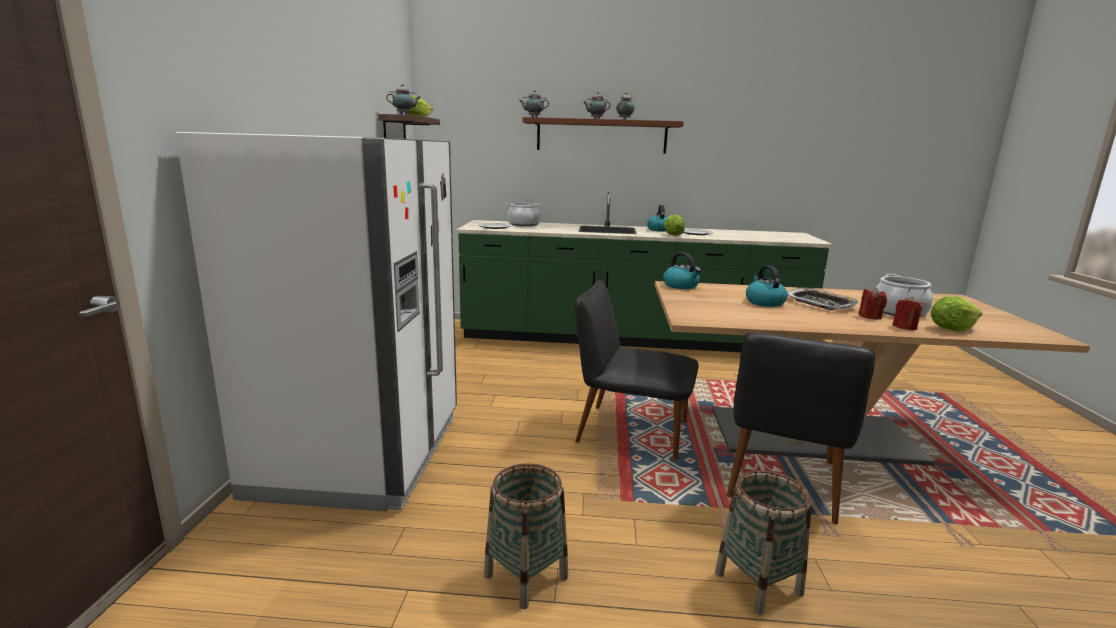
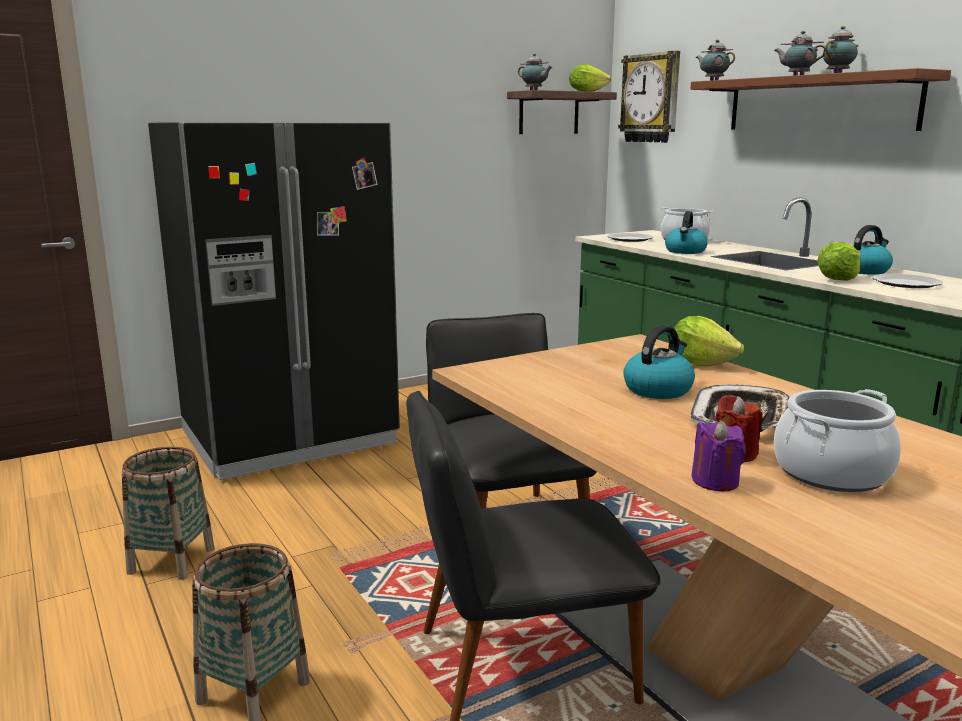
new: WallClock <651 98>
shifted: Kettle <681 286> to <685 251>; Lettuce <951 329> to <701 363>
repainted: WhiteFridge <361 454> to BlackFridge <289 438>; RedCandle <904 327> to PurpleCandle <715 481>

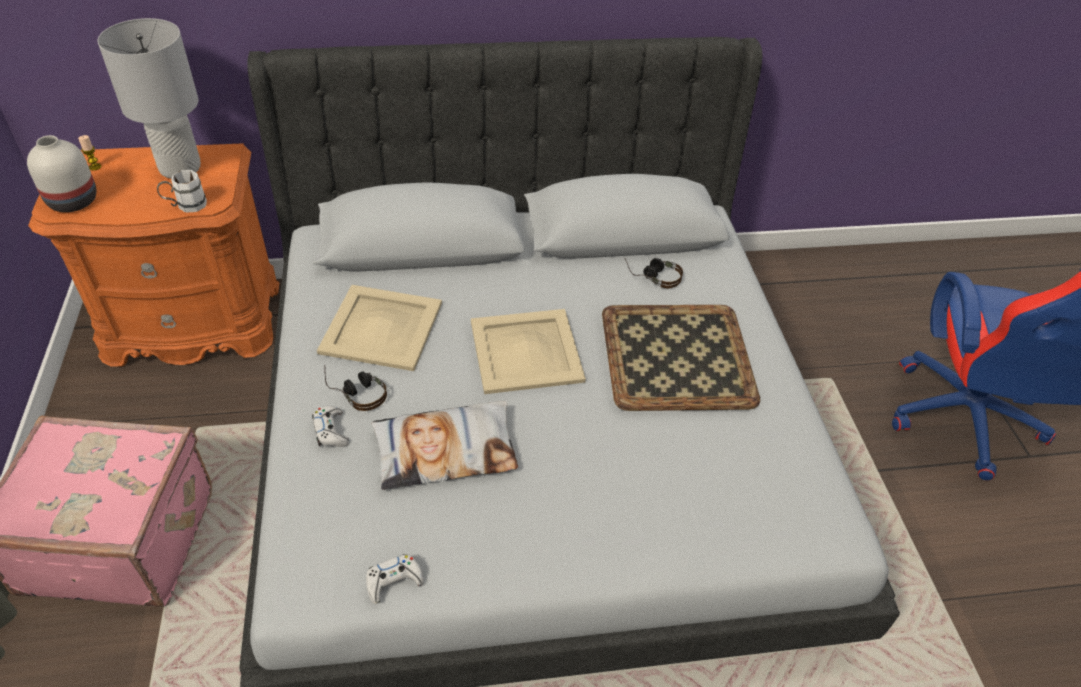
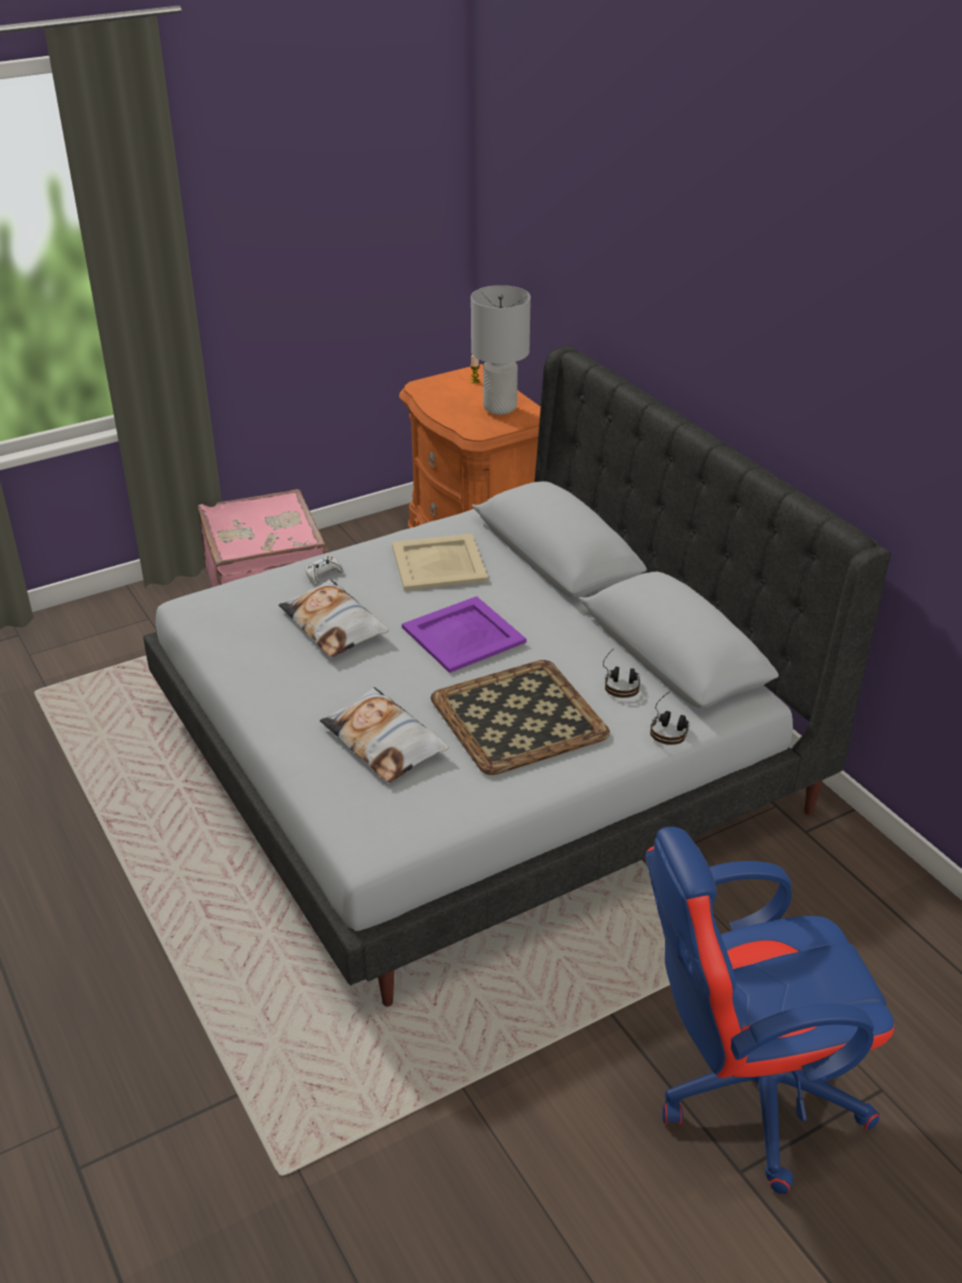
gone: WhiteVase <72 202>; WhiteMug <185 206>; WhiteGameController <394 581>
new: Pillow <384 742>
shifted: Headphones <356 391> to <670 727>
repainted: BeigeTray <527 351> to PurpleTray <463 635>

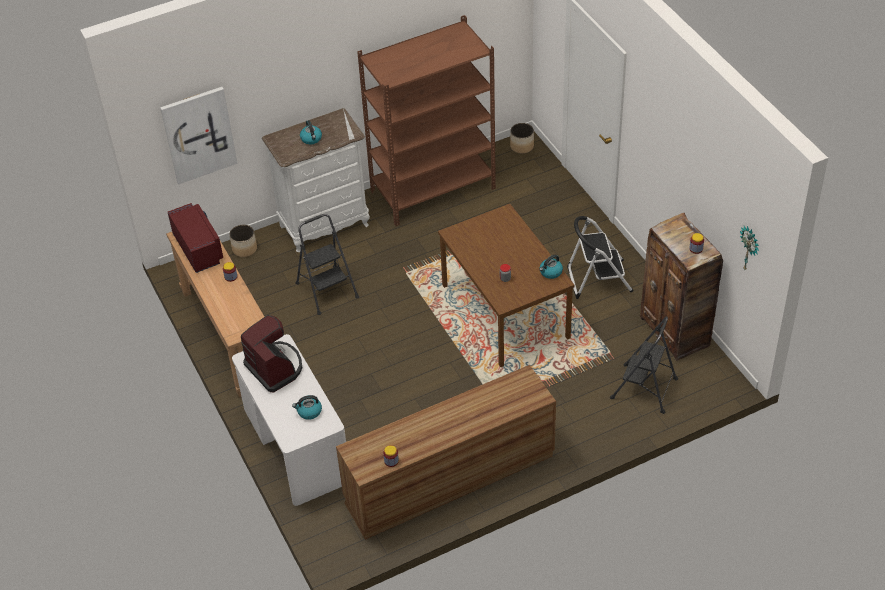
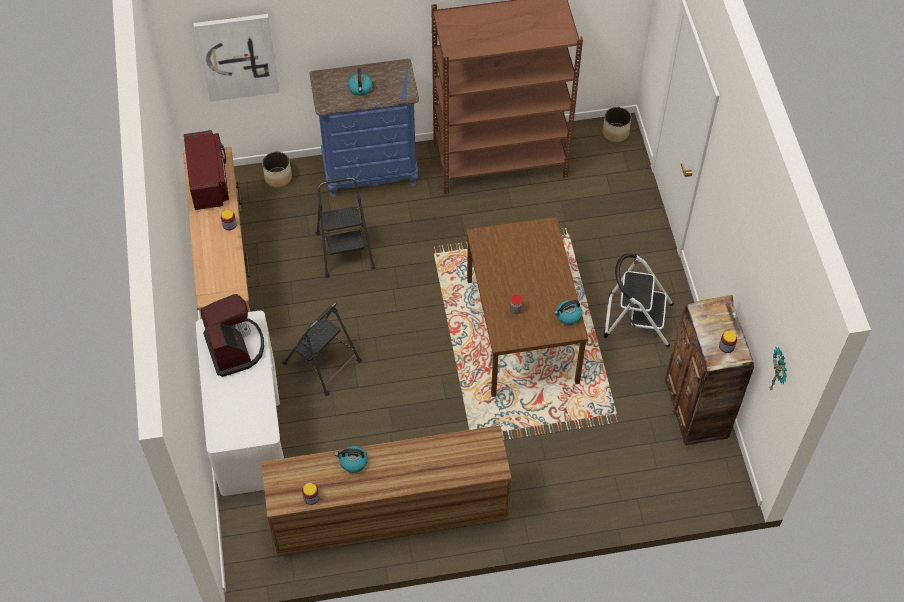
shifted: Kettle <309 412> to <353 462>; BlackStepLadder <646 388> to <323 363>
repainted: WhiteDresser <325 226> to BlueDresser <371 173>

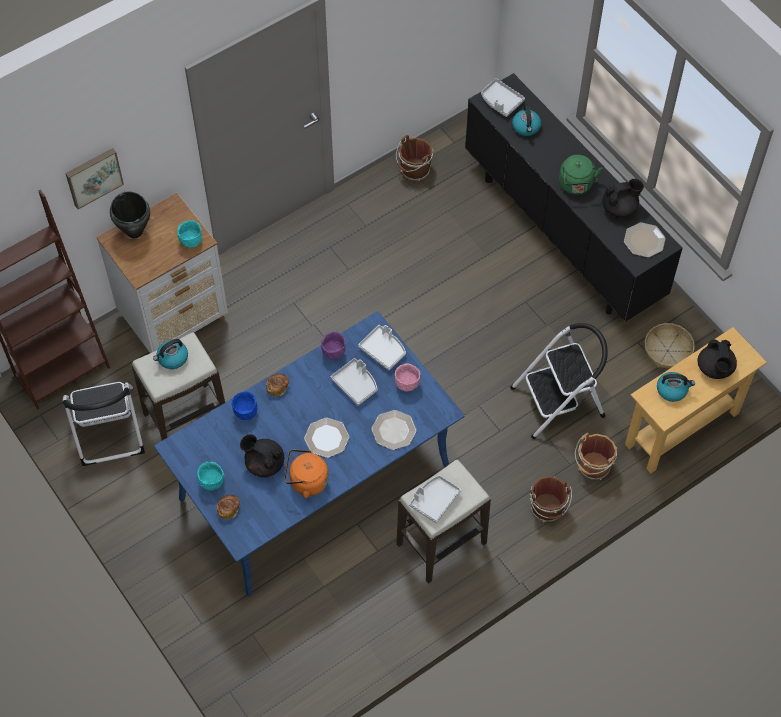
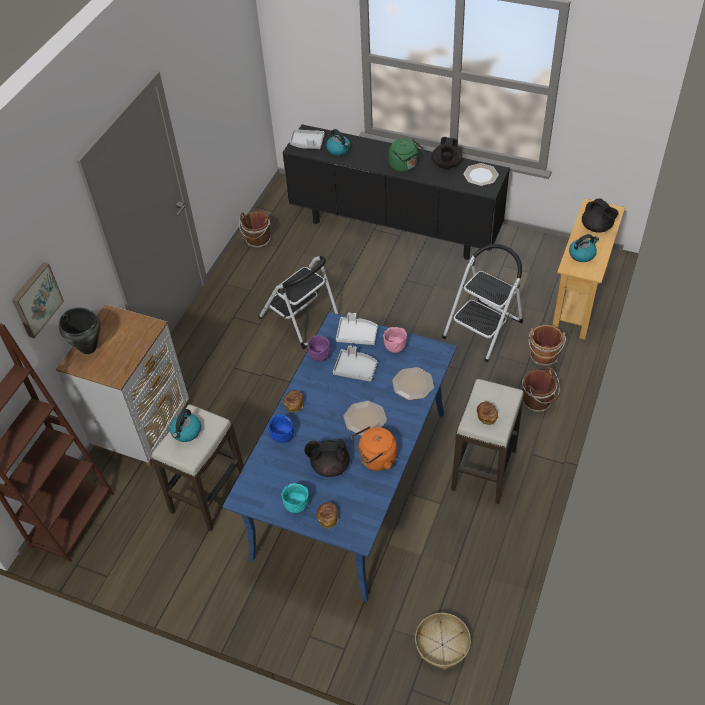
gone: TurquoiseBowl <190 242>
shifted: StepLadder <108 429> to <301 320>; Basket <667 351> to <442 644>
swapped: GreyTray <434 500> to Bread <486 416>
rotated: BlackTeapot <620 208> = <446 165> 150 degrees clockwise

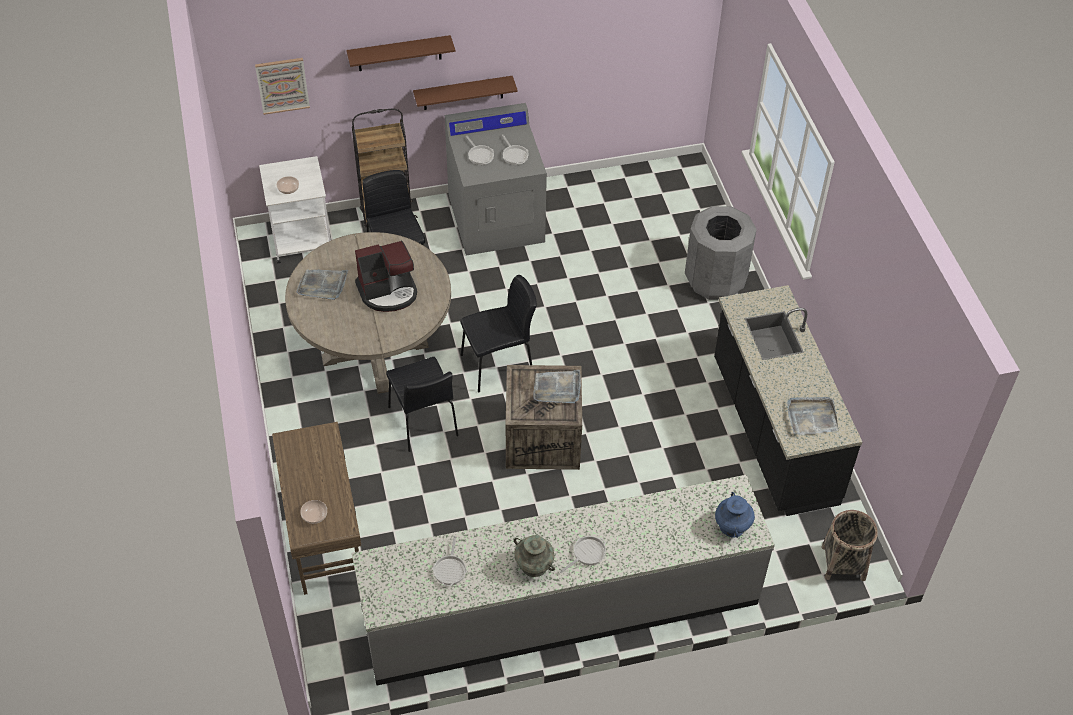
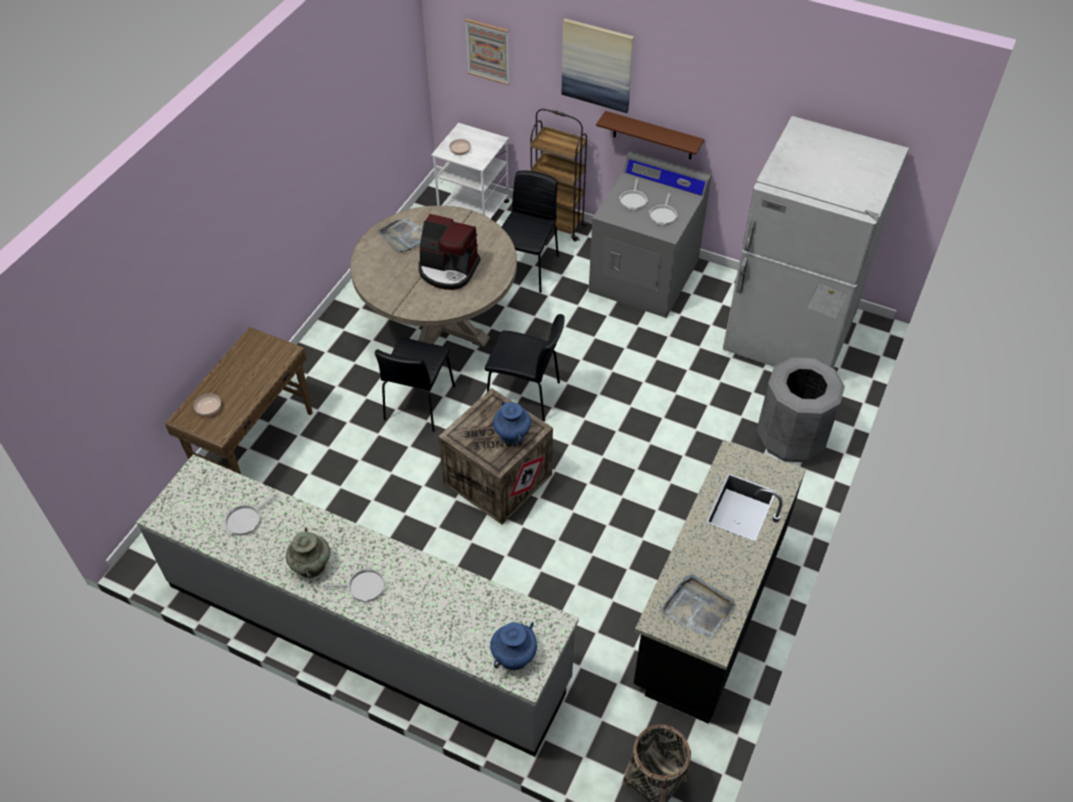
new: WhiteFridge <790 331>
swapped: BrownShelf <399 53> to Picture <597 65>; GreyTray <557 388> to BlueVase <512 434>

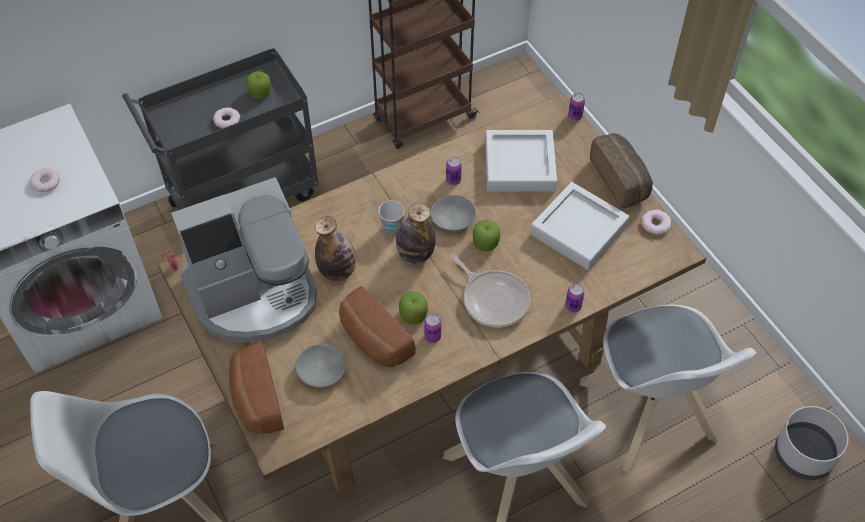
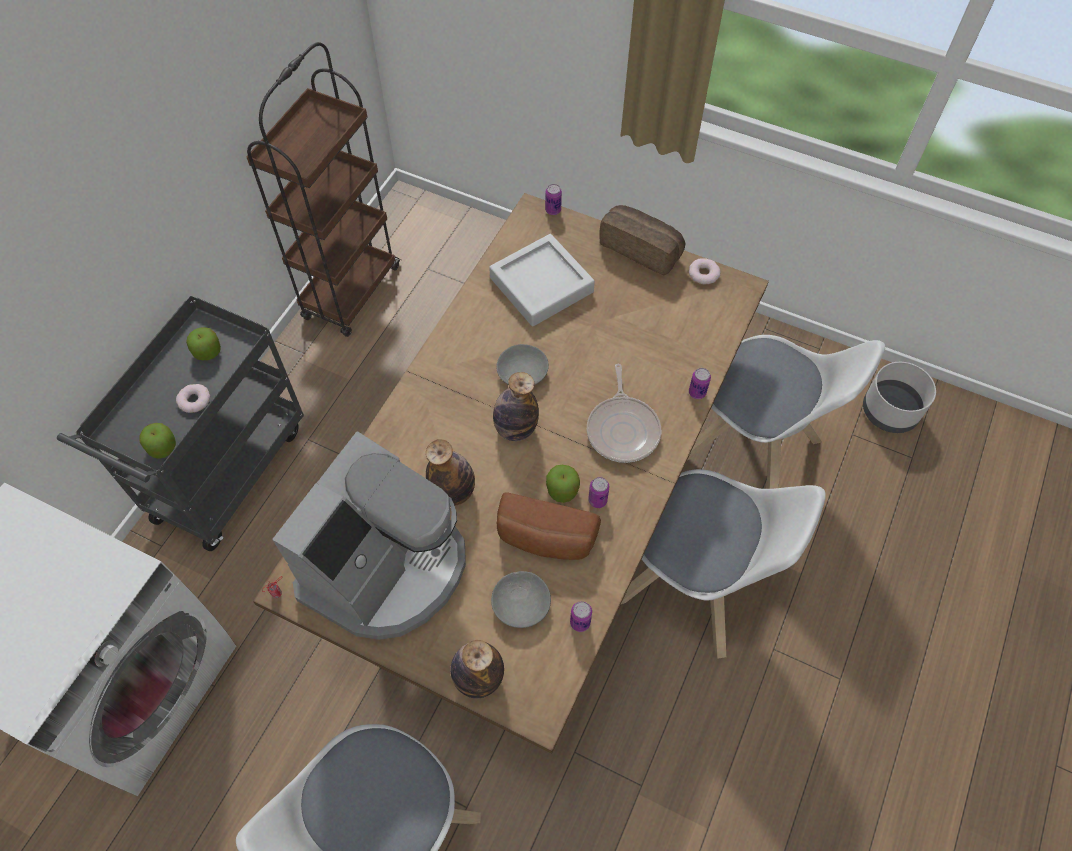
gone: Donut <46 182>; Cup <392 229>; GreyTray <578 230>
shifted: Can <453 180> to <580 622>; Apple <485 243> to <162 447>
swapped: Bread <255 399> to Bottle <478 678>
rotated: FryingPan <493 299> = <623 429> 75 degrees clockwise

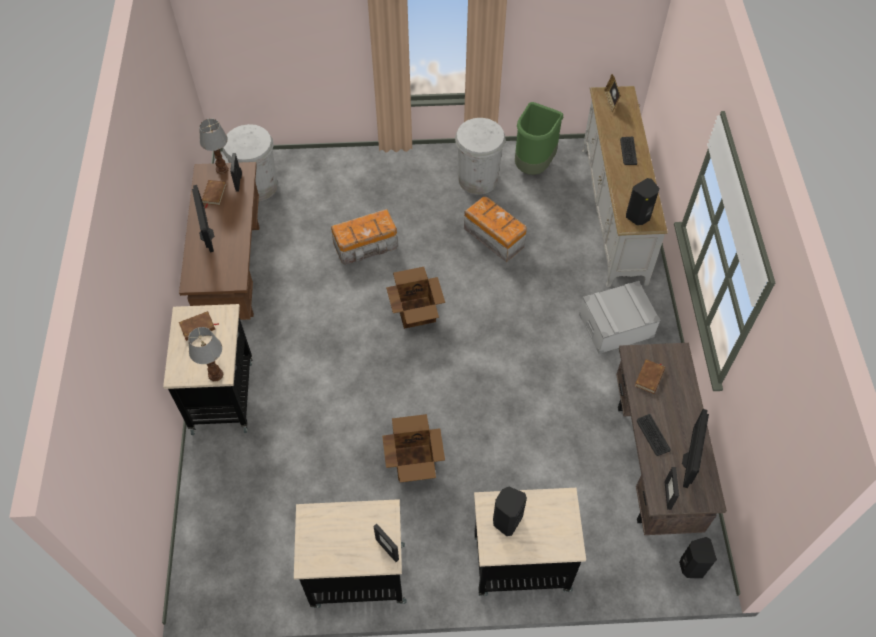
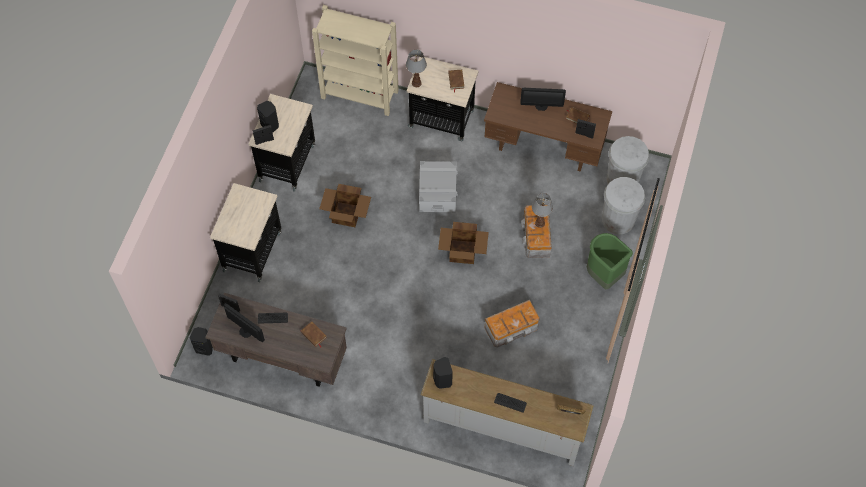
new: BeigeBookcase <360 94>
shifted: TableLamp <222 169> to <539 223>; WhiteTrashCan <478 179> to <618 219>; BlackSpeaker <506 520> to <270 125>; GreenTrashCan <533 165> to <603 275>; GreyStorageBox <616 326> to <437 192>

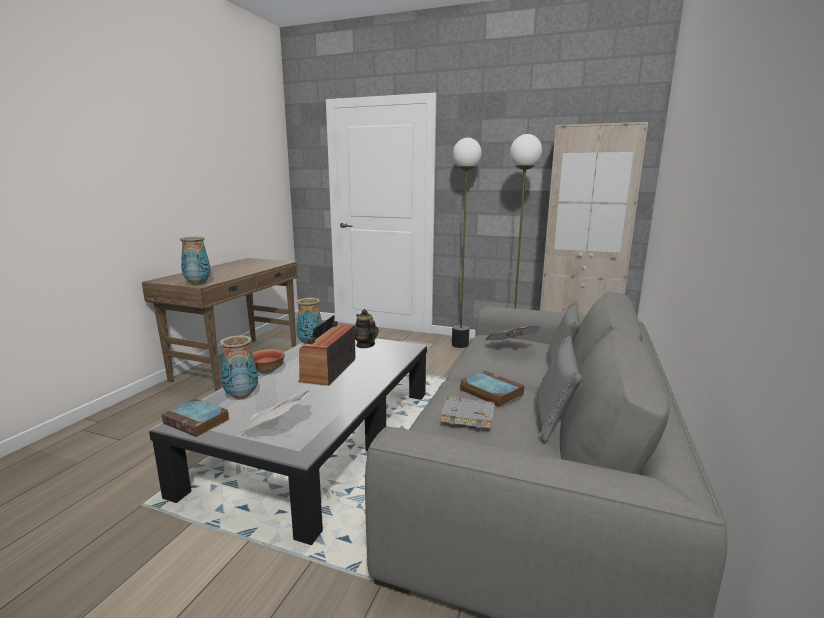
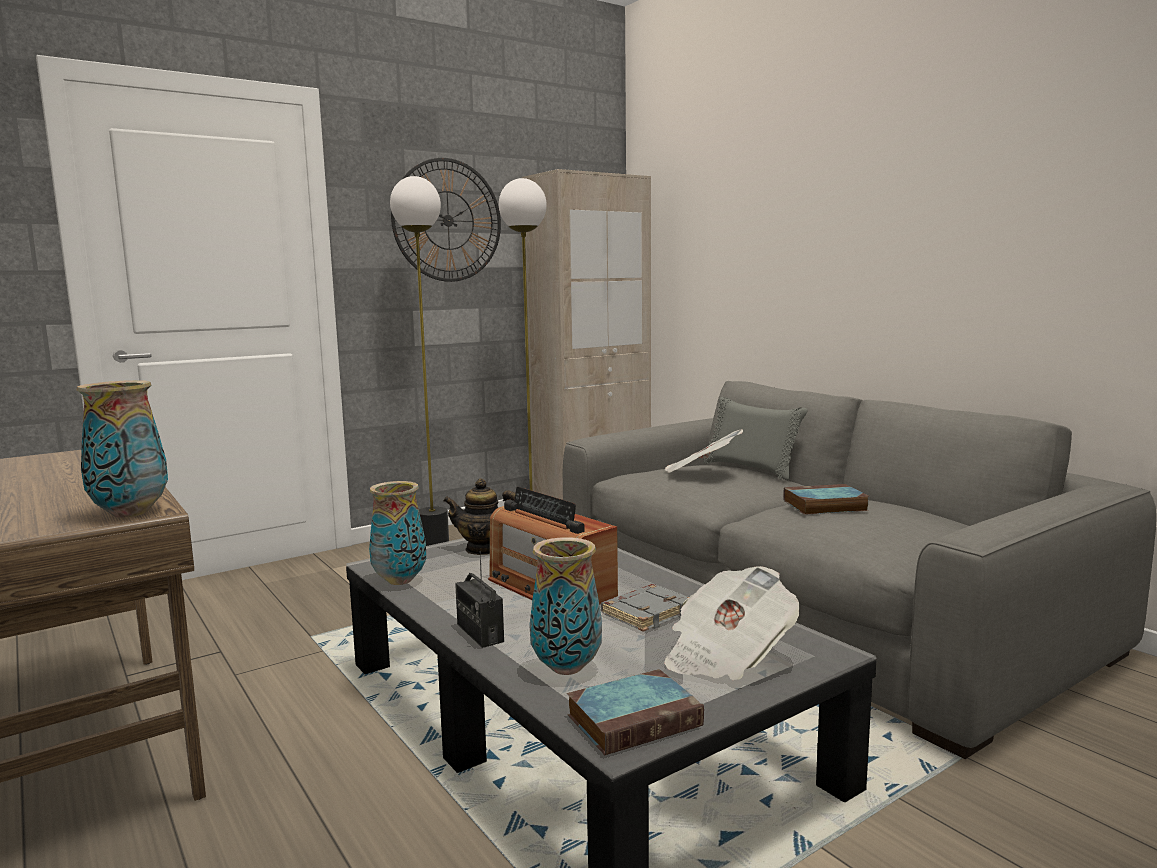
gone: GreyPillow <554 415>
new: WallClock <447 220>
shifted: GreyBook <468 416> to <647 613>
swapped: Bowl <266 371> to Radio <479 633>

